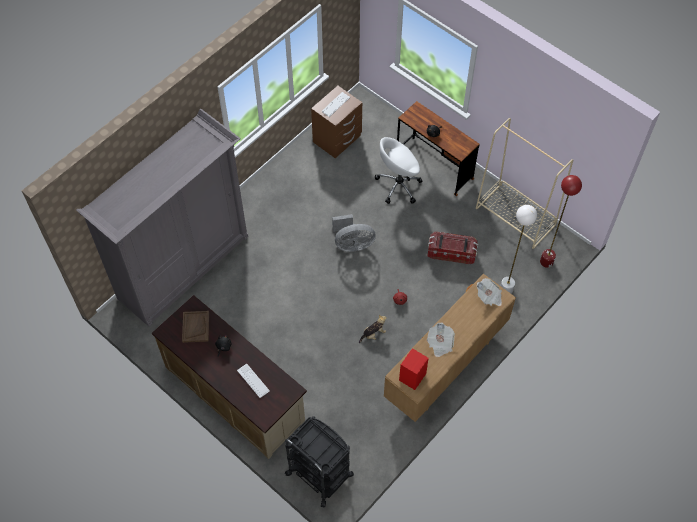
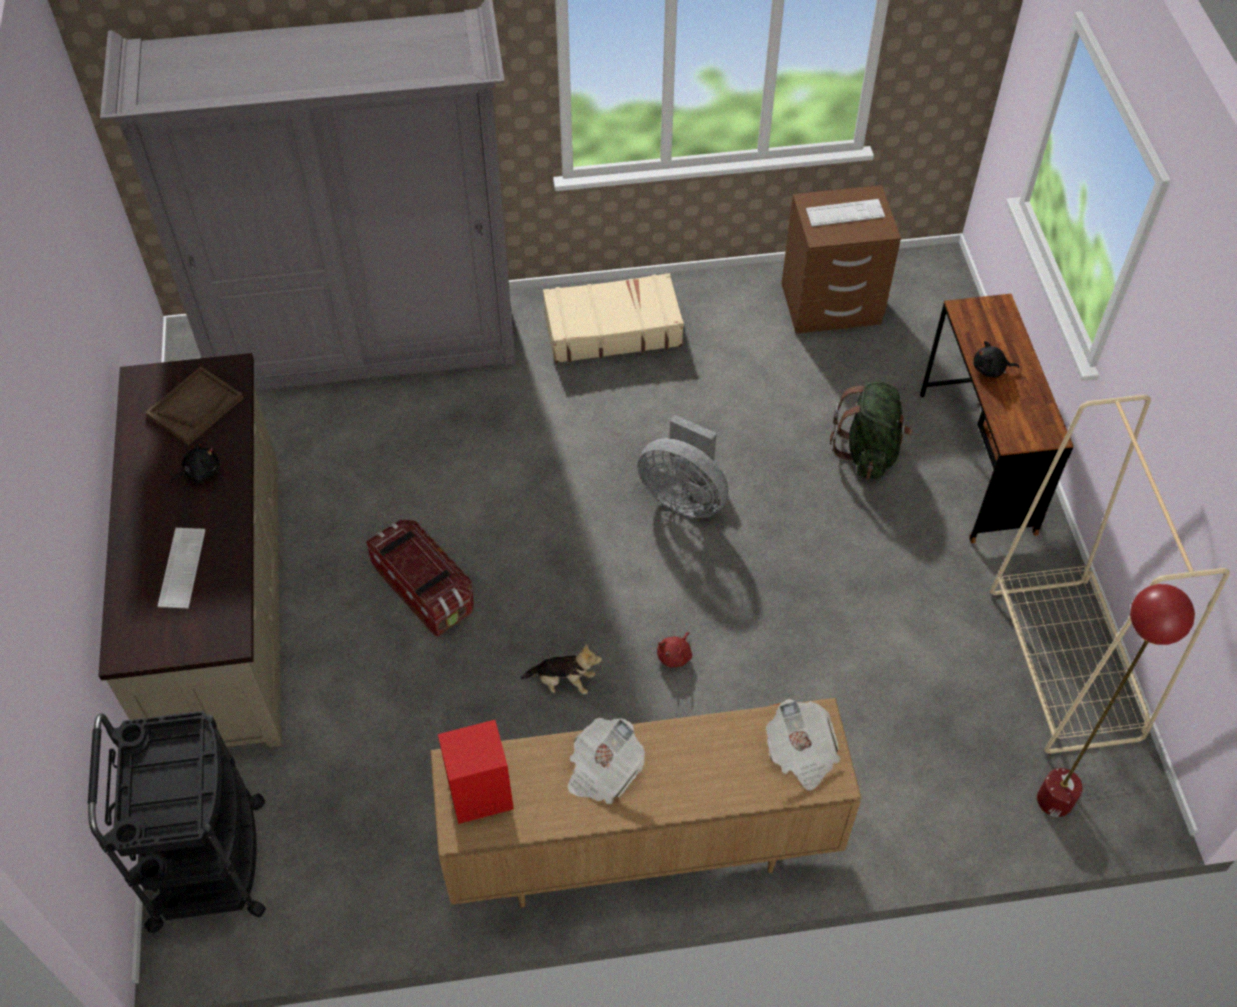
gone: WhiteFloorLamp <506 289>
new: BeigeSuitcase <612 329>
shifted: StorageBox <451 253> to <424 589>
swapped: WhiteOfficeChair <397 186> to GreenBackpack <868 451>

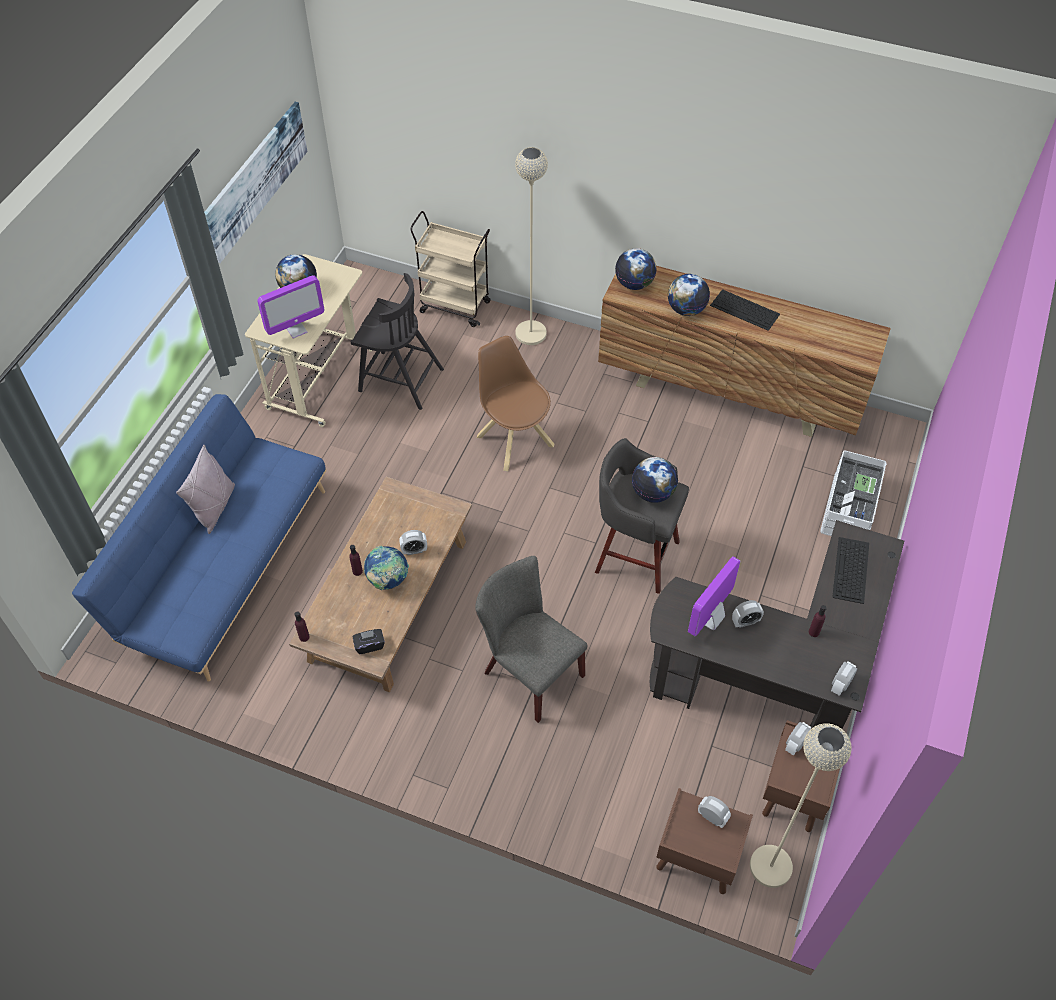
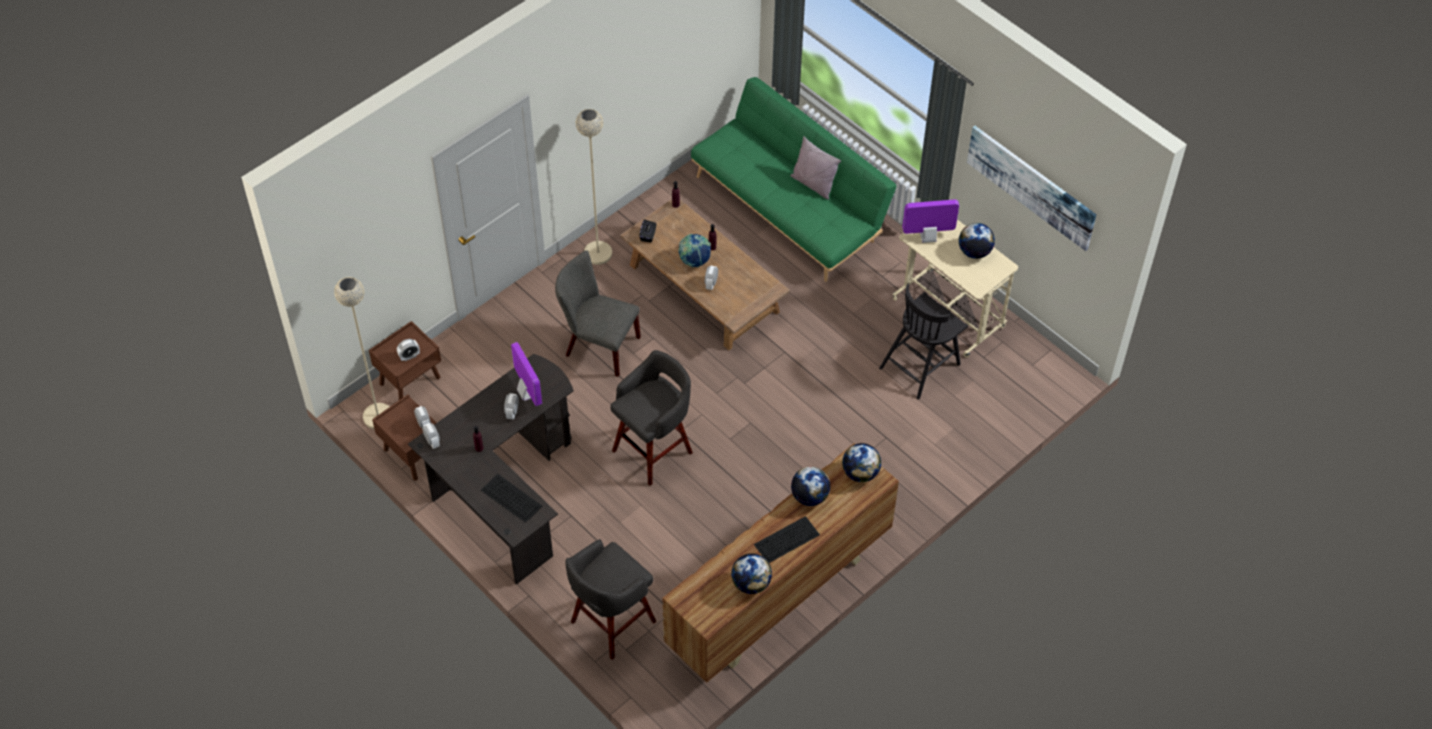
gone: BeigeCart <455 307>; BrownChair <514 439>
shifted: BeigeFloorLamp <530 333> to <598 253>; Globe <653 493> to <751 584>
swapped: WhiteStorageBox <850 508> to GreyStool <611 623>
repainted: BlueSofa <222 565> to GreenSofa <789 206>
rotated: Monitor <296 330> = <928 237> 90 degrees clockwise; GreyChair <528 671> = <597 345> 135 degrees counterclockwise

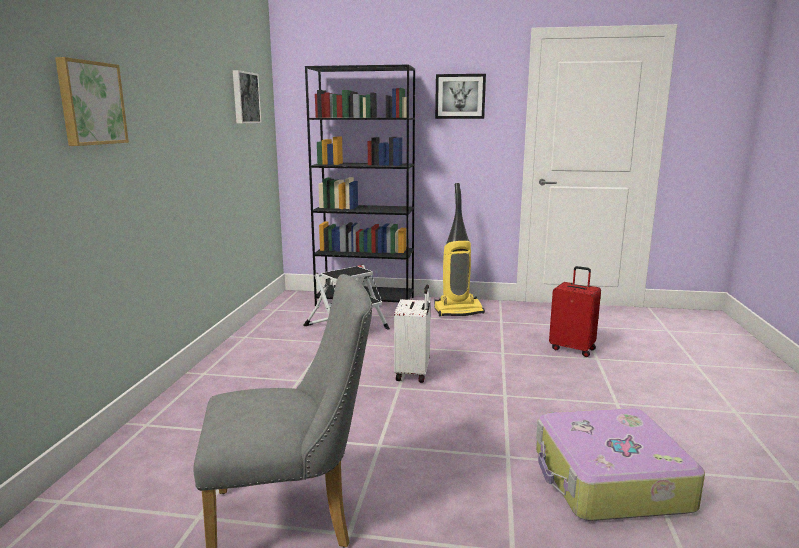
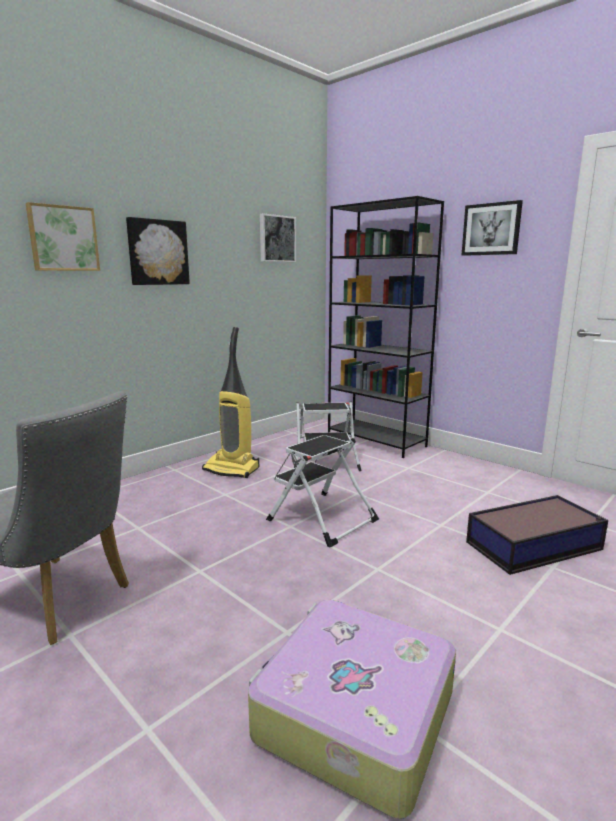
new: Picture <157 252>
shifted: VacuumCleaner <458 311> to <232 469>
swapped: WhiteSuitcase <413 373> to StepLadder <322 517>; RedSuitcase <572 349> to StorageBox <535 545>

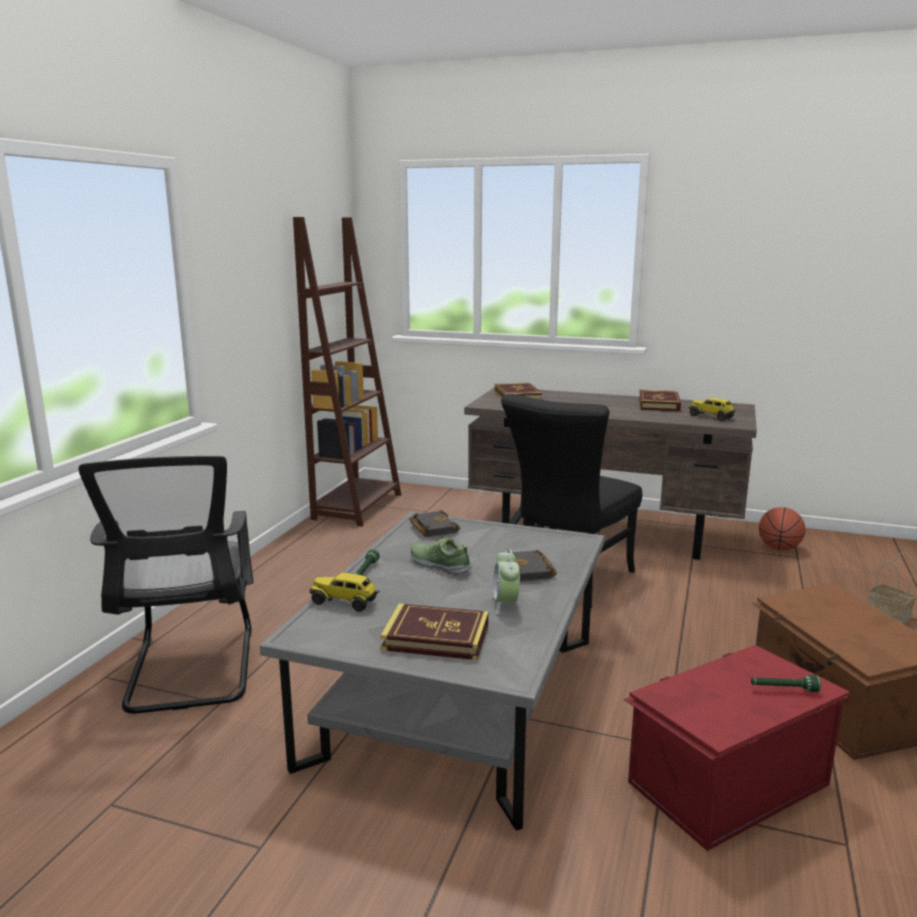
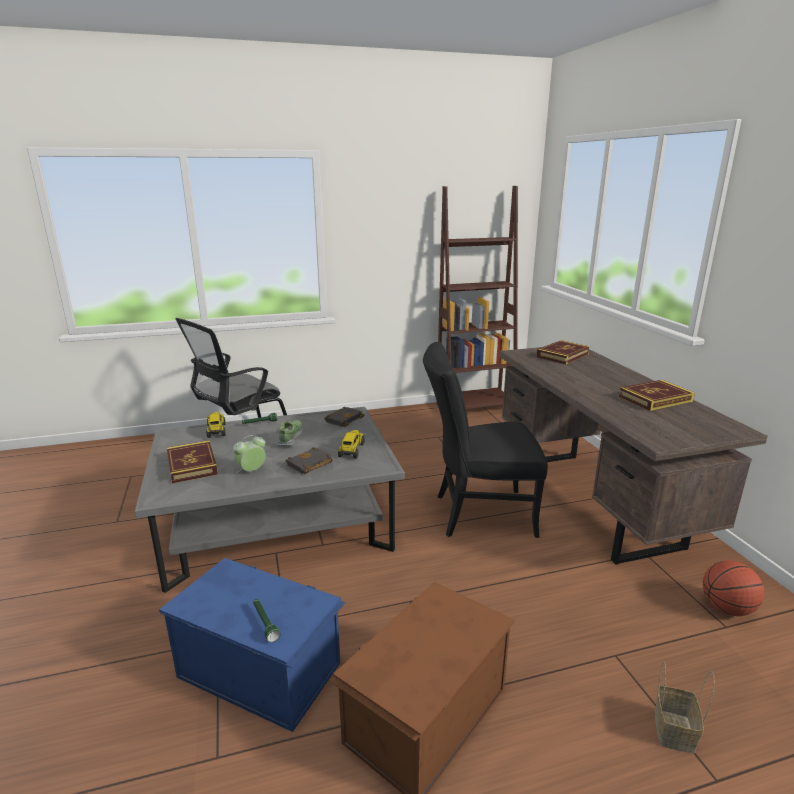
shifted: ToyTruck <711 417> to <351 450>
repainted: RedStorageBox <725 782> to BlueStorageBox <260 668>

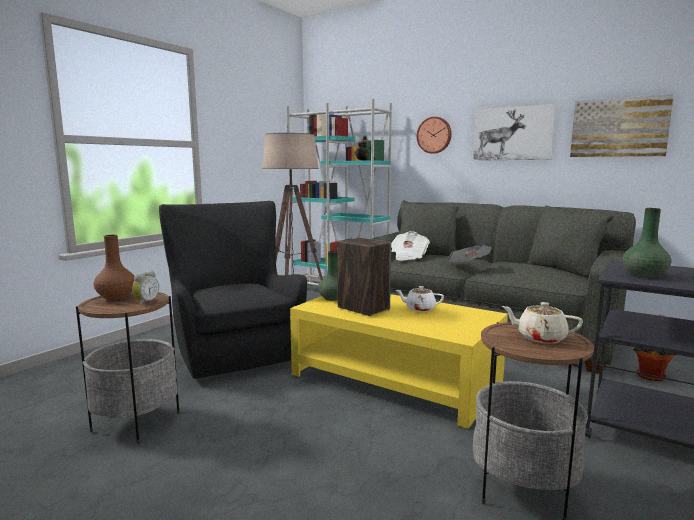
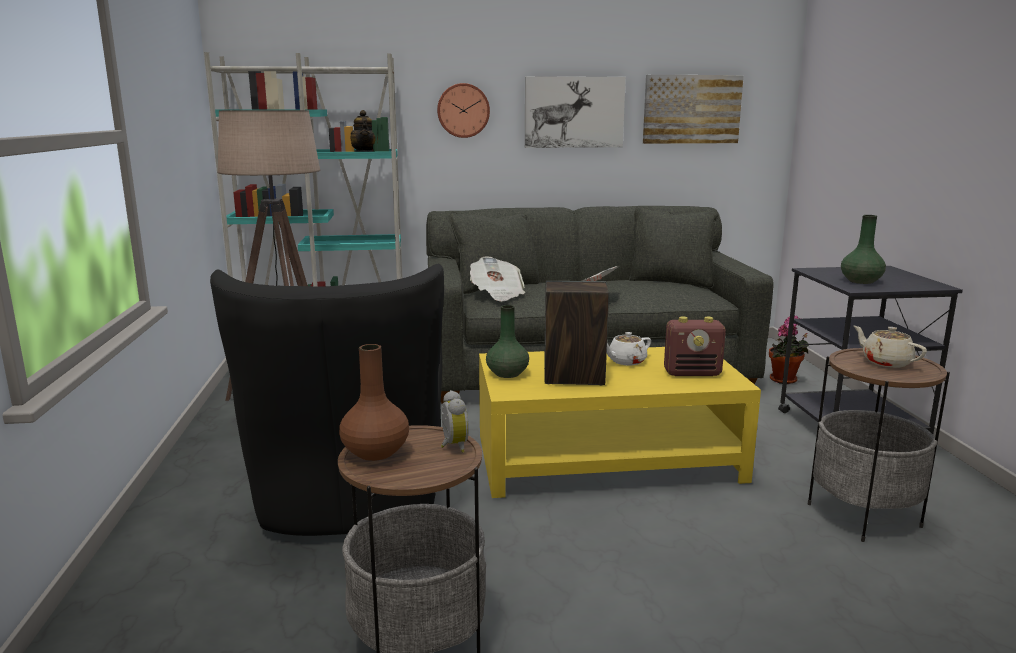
new: Radio <692 373>
rotated: BlackArmchair <234 351> = <351 498> 120 degrees counterclockwise; BeigeTeapot <540 338> = <885 362> 75 degrees clockwise

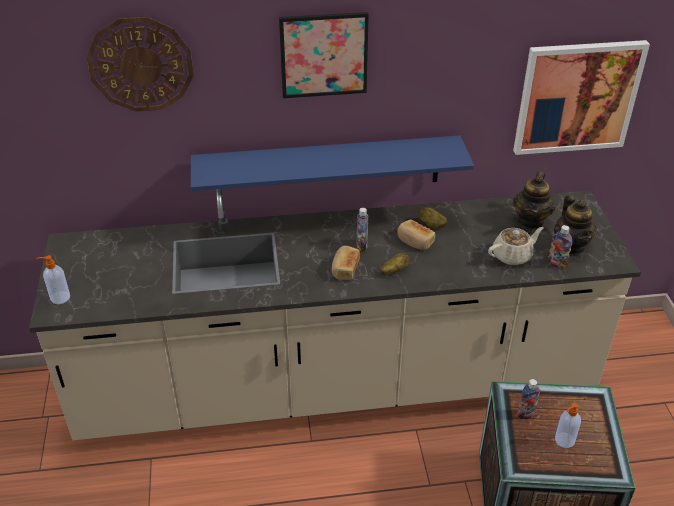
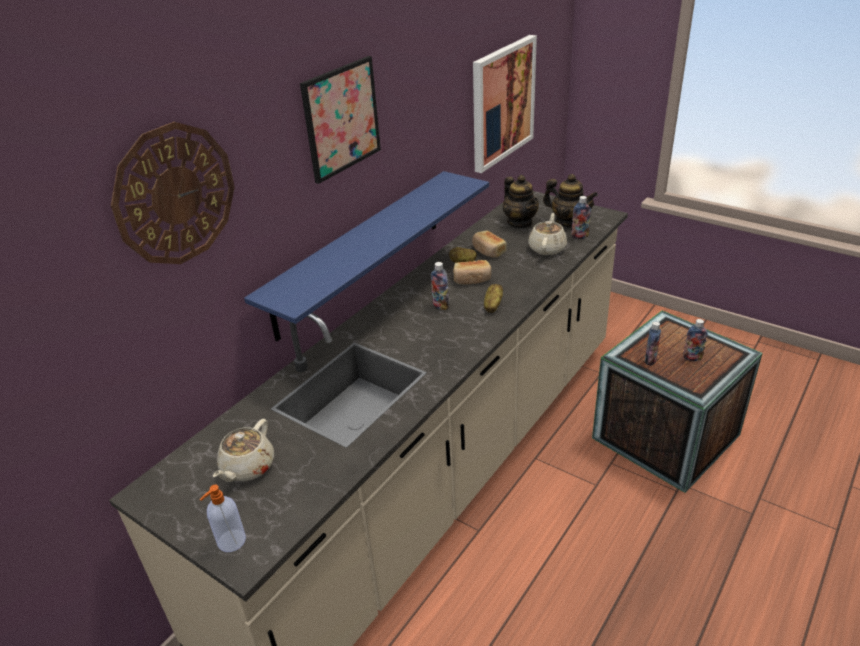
new: BeigeTeapot <247 467>
shifted: Bread <344 269> to <488 251>
swapped: SoapDispenser <564 440> to Bottle <692 358>

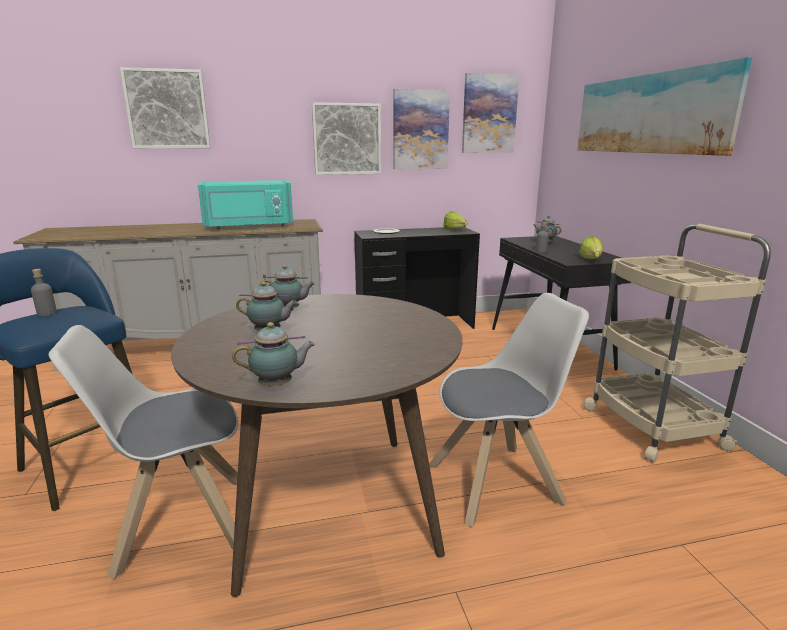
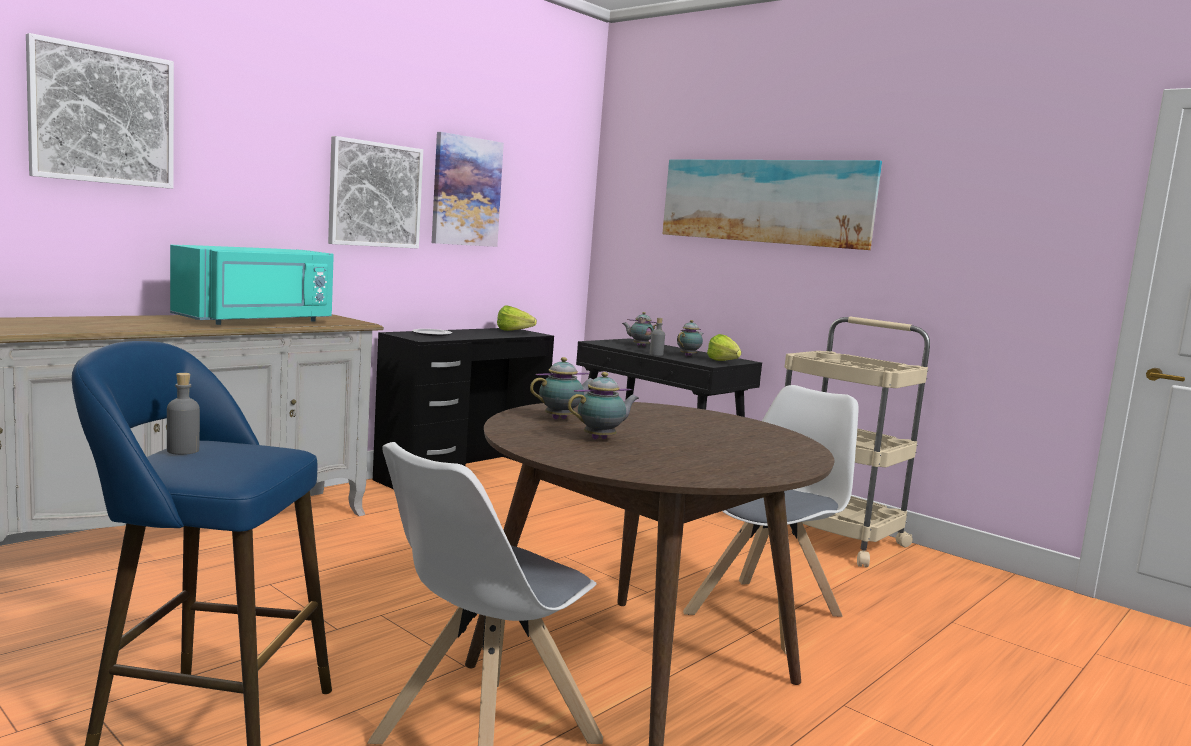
gone: Picture <489 114>
shifted: Teapot <278 385> to <689 356>

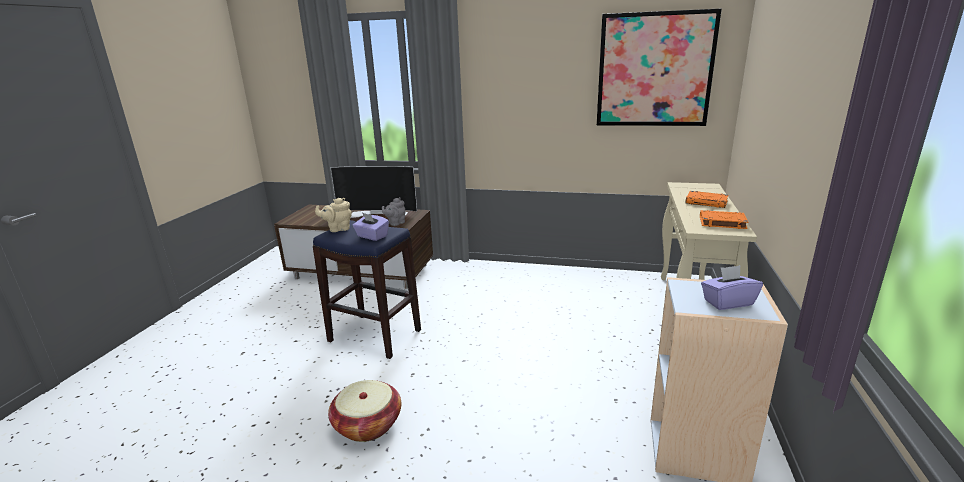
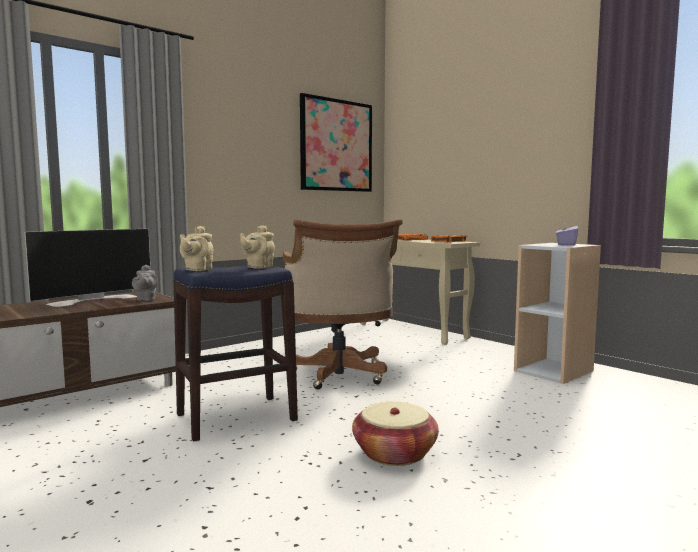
new: OfficeChair <340 376>
swapped: PurpleTissueBox <372 236> to BeigeTeapot <258 267>

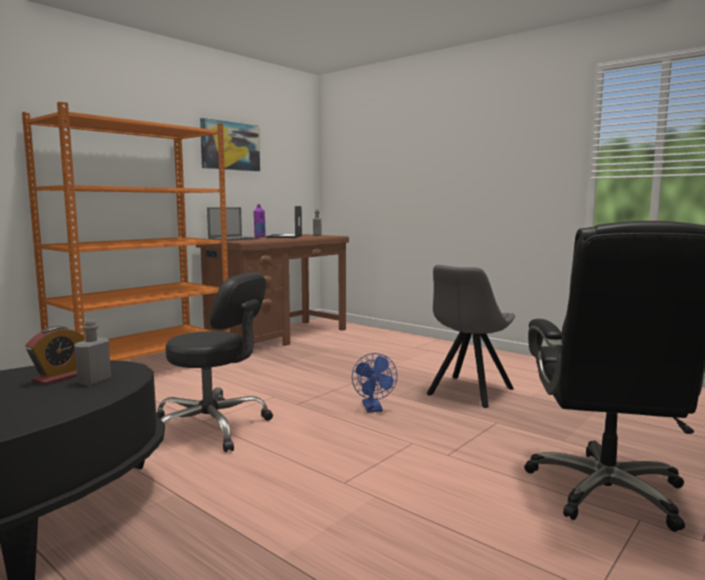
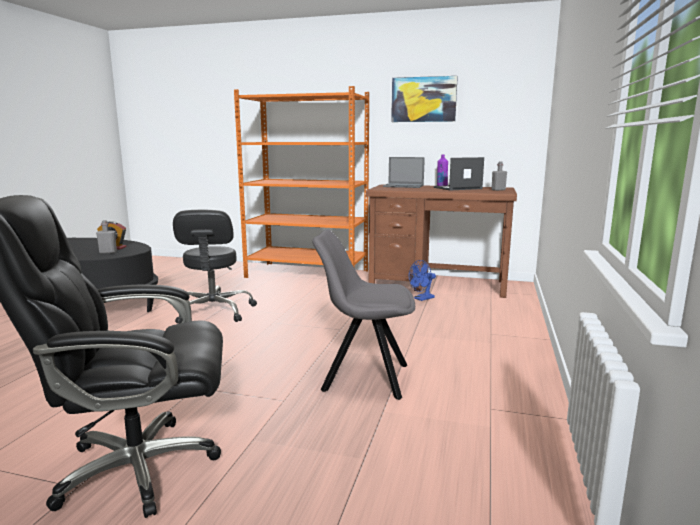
shifted: BlueFan <373 409> to <422 299>

